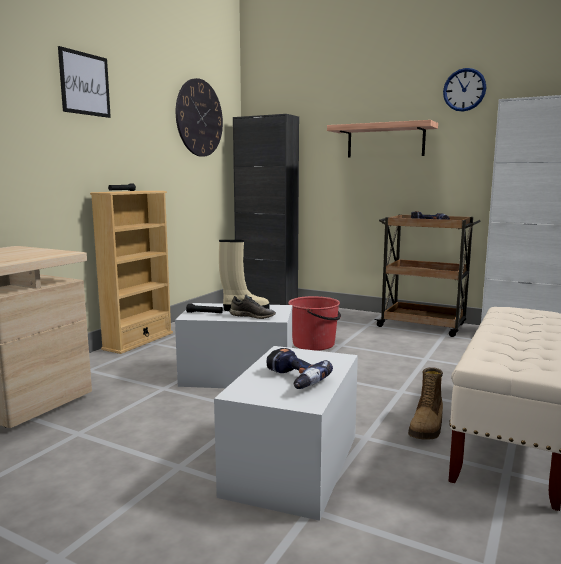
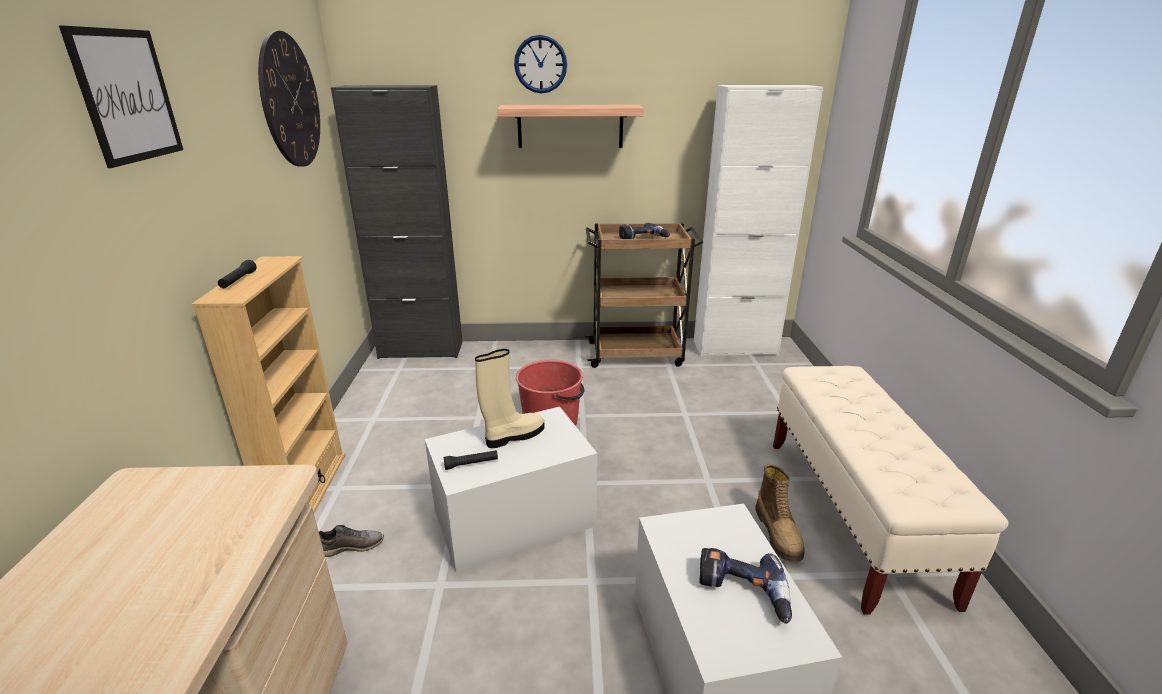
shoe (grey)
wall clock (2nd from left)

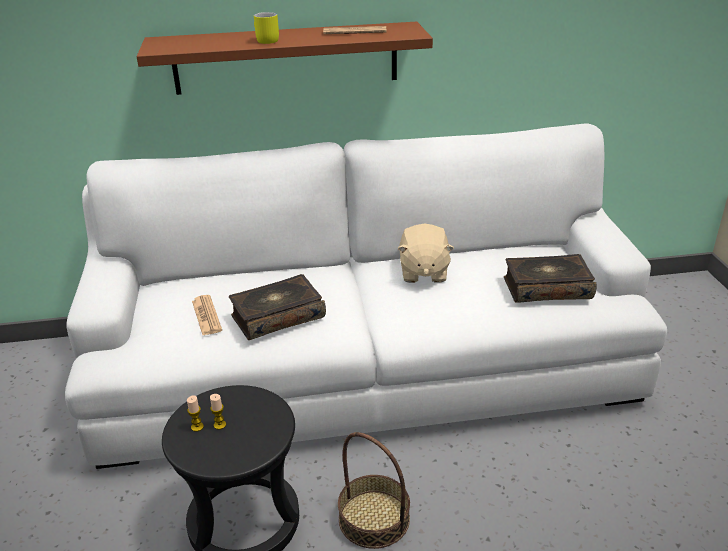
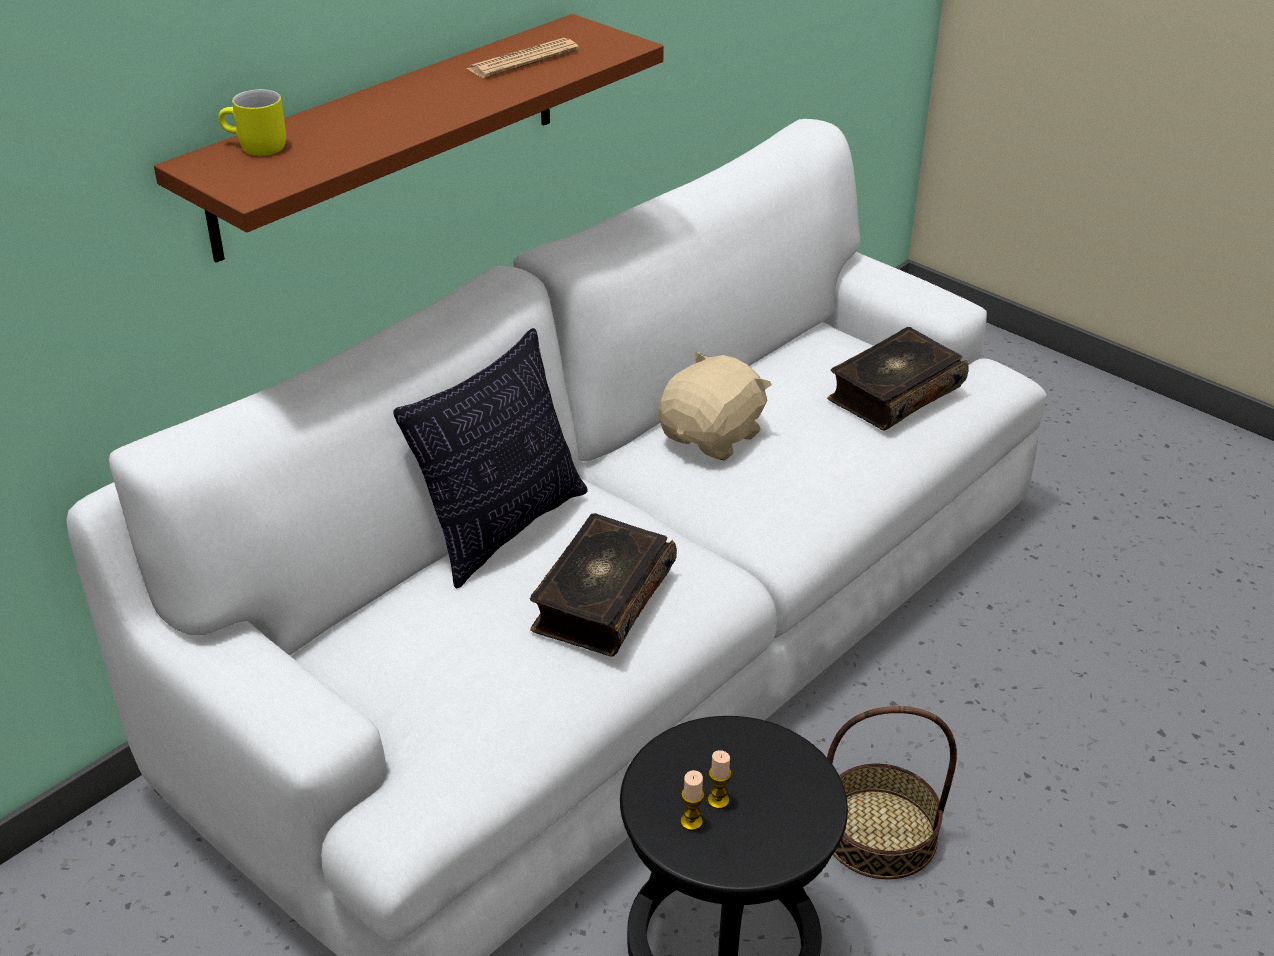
mug (yellow)
pillow
plush toy (beige)
newspaper (1st from left in the first image)

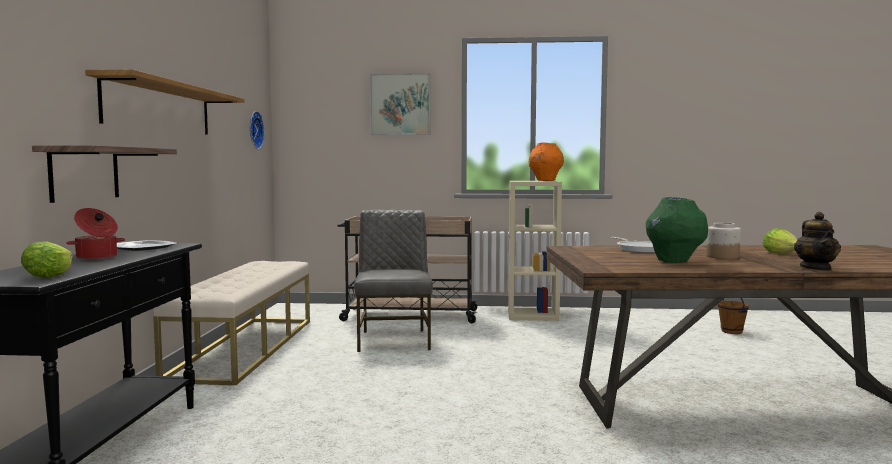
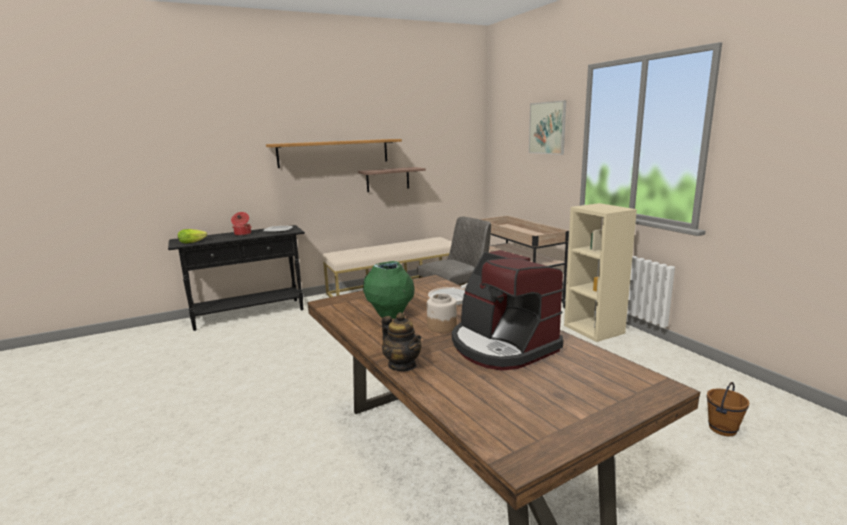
shelf (2nd from left)
teapot
coffee machine
wall clock
vase (orange)

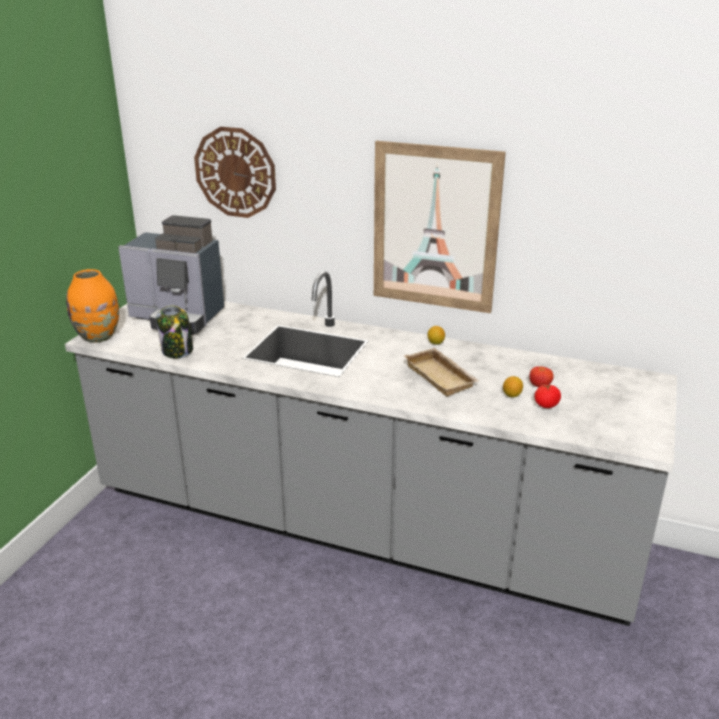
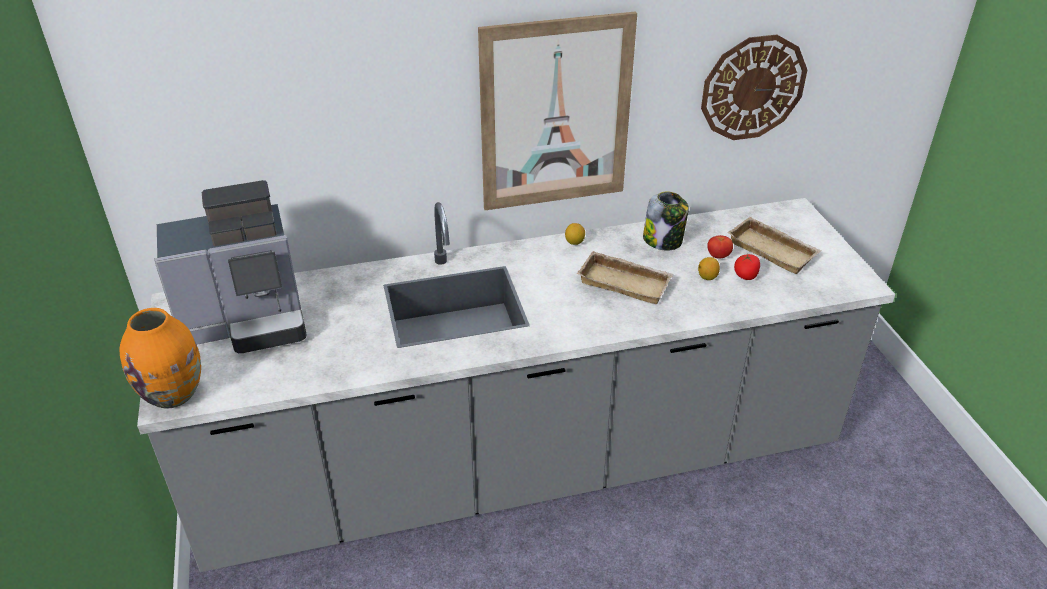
jar
wall clock
tray (beige) (2nd from left)

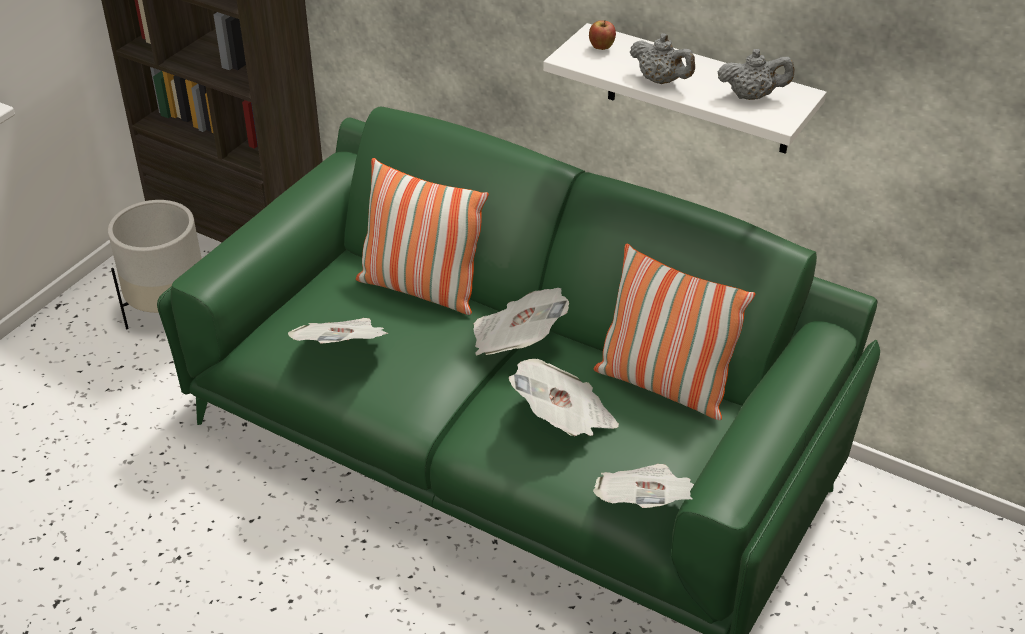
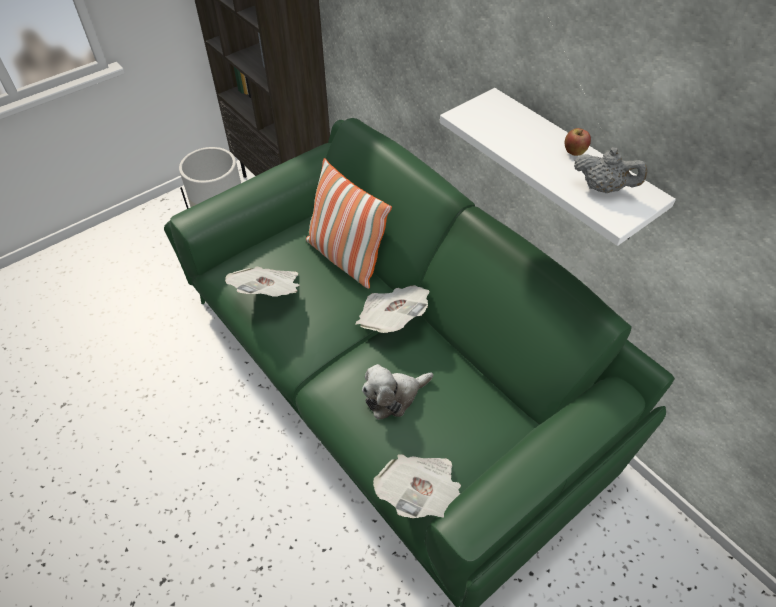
plush toy
apple
pillow (2nd from left in the first image)
teapot (grey) (1st from left in the first image)

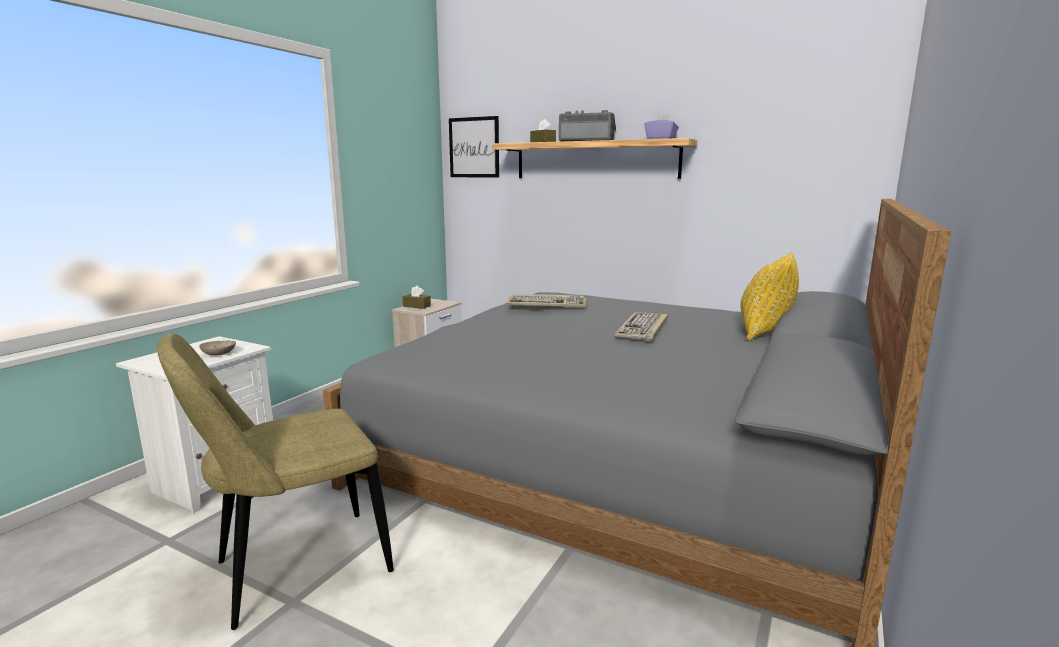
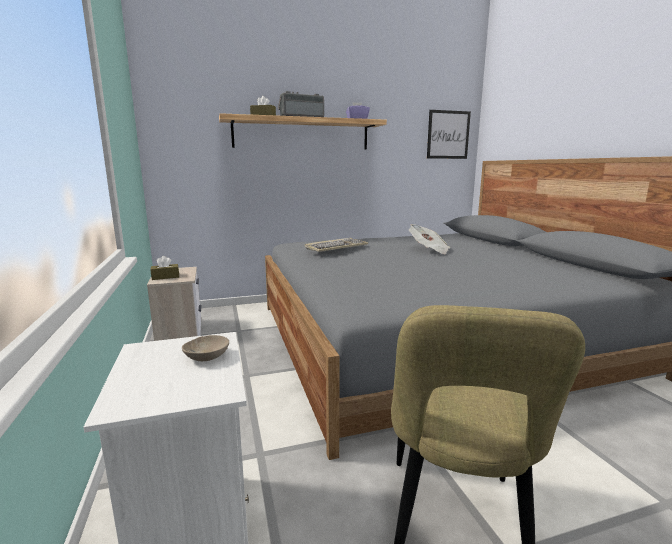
newspaper
picture
pillow (yellow)

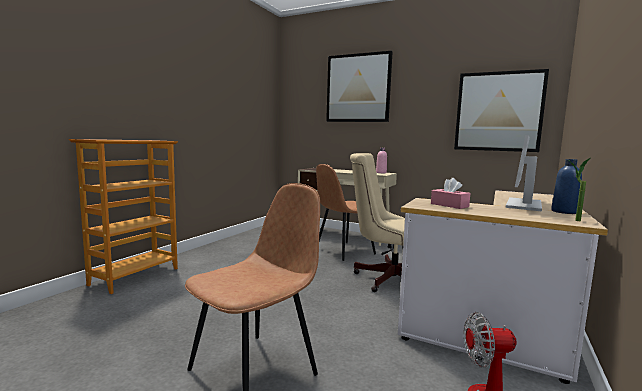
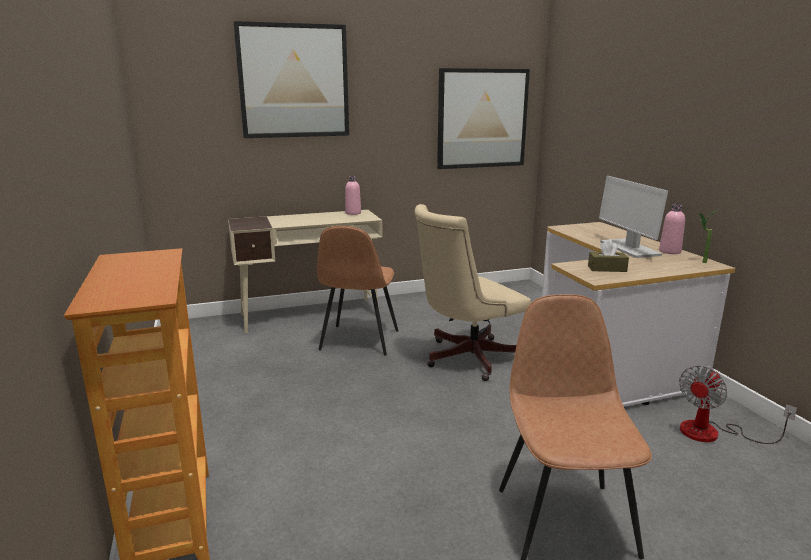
tissue box (brown)
bottle (pink) (2nd from left)

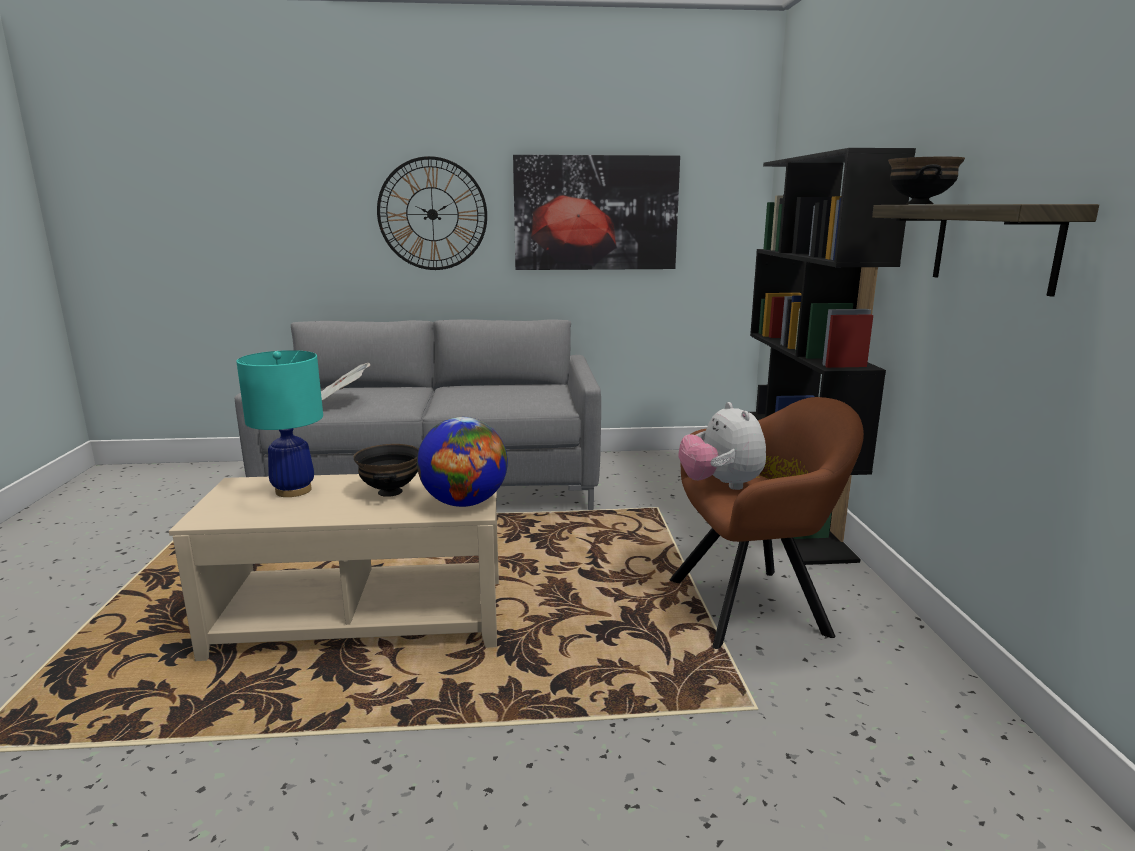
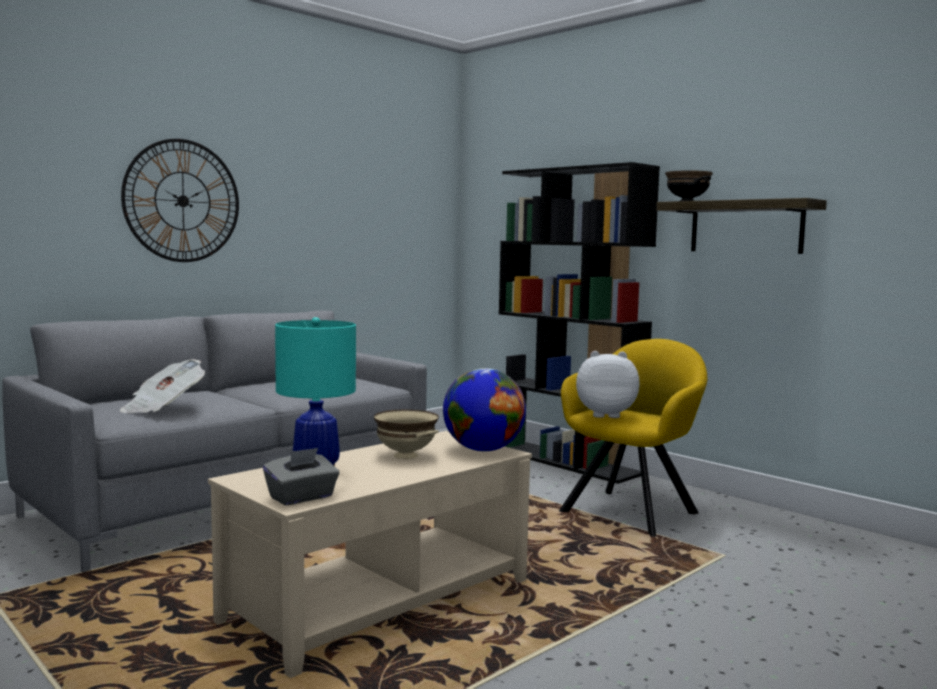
tissue box (grey)
bowl (beige)
armchair (yellow)
plush toy
picture

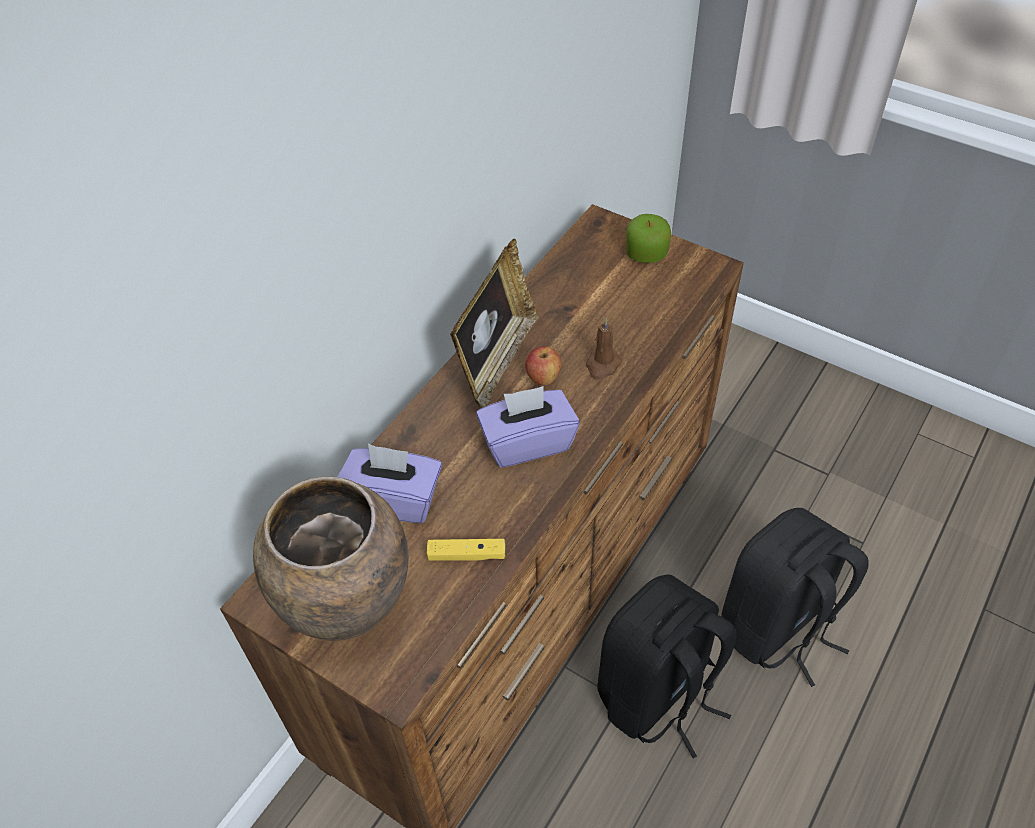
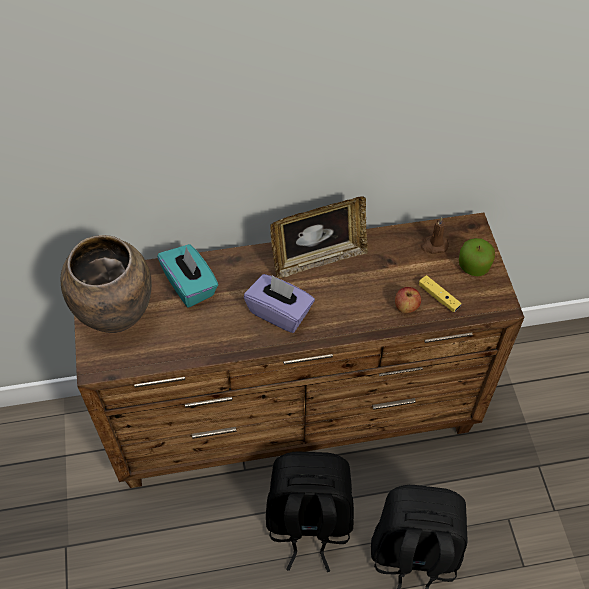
tissue box (turquoise)
apple (1st from left)
game controller (yellow)
candle (brown)

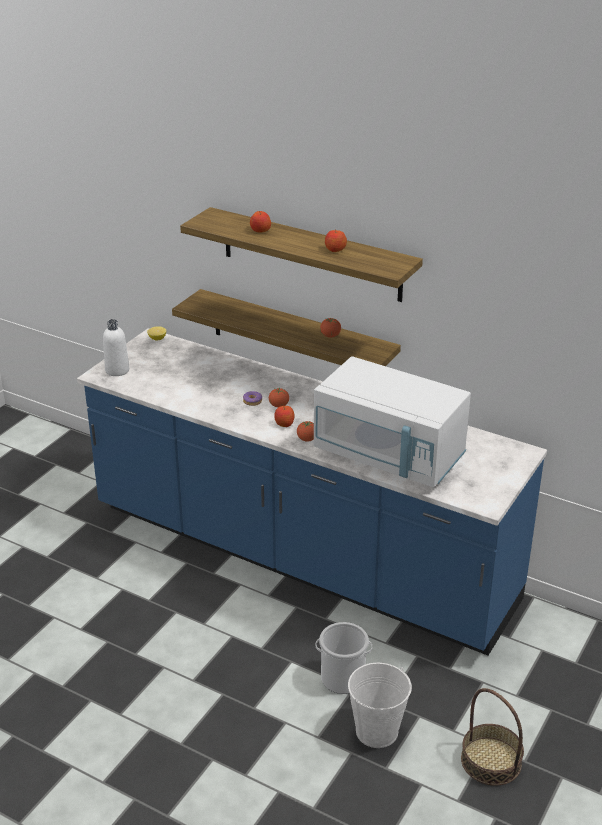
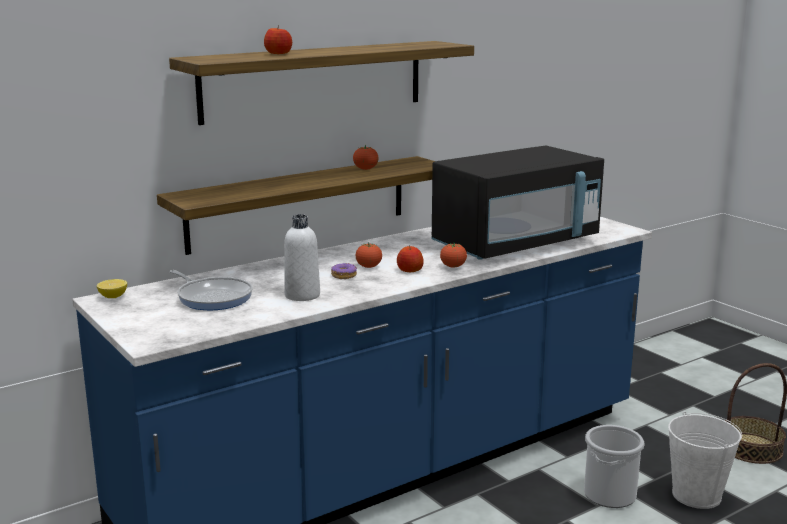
frying pan
bottle (white)
microwave (black)
apple (3rd from left in the first image)

